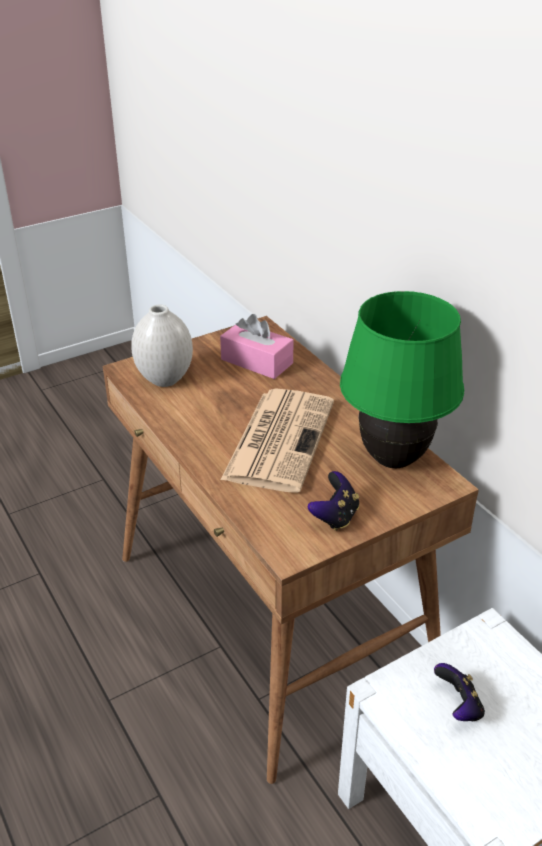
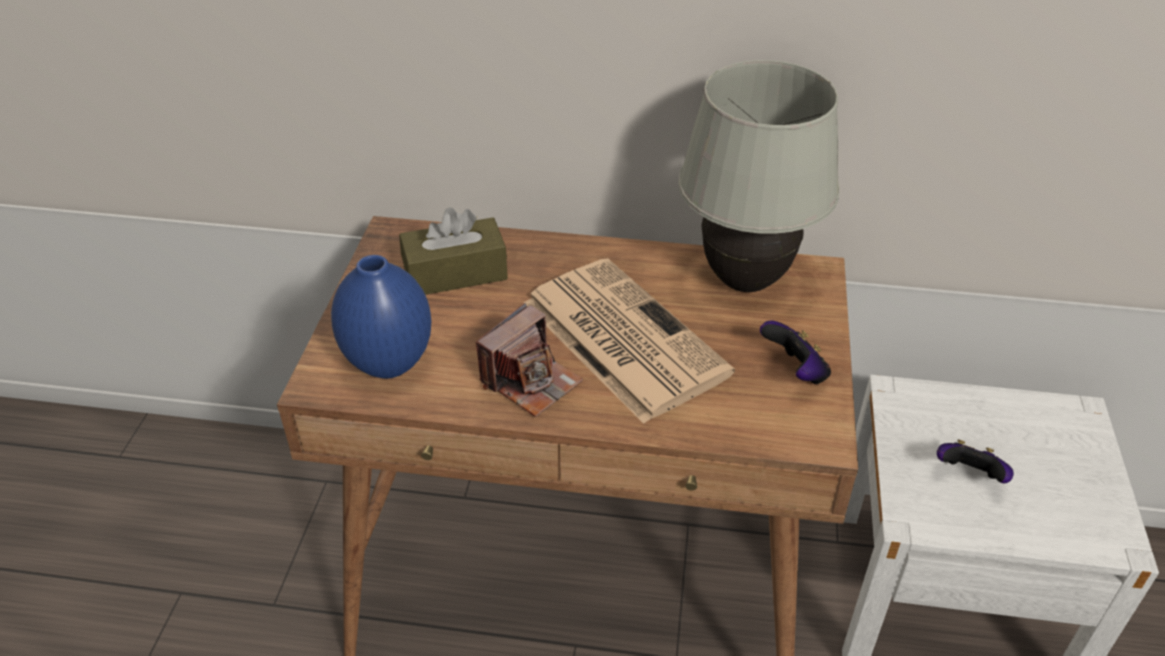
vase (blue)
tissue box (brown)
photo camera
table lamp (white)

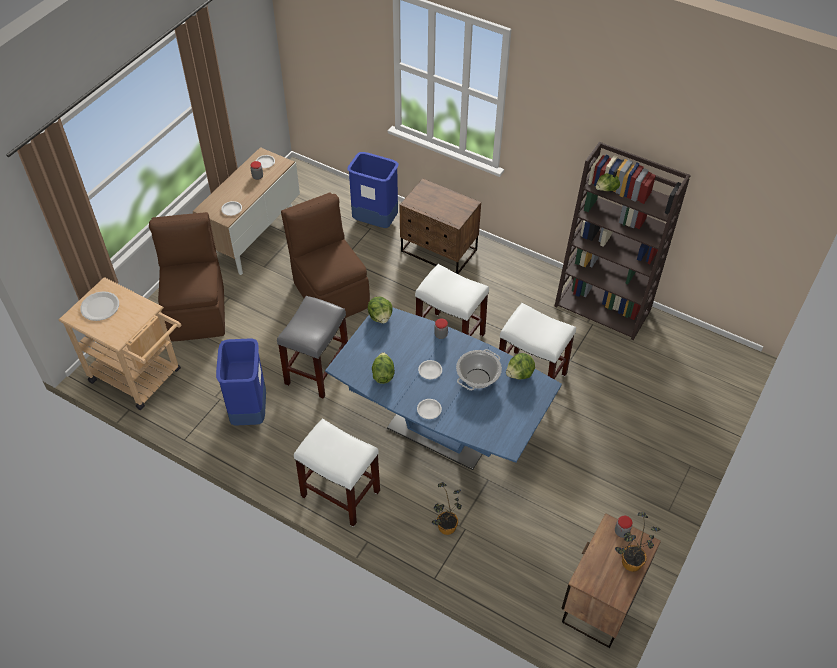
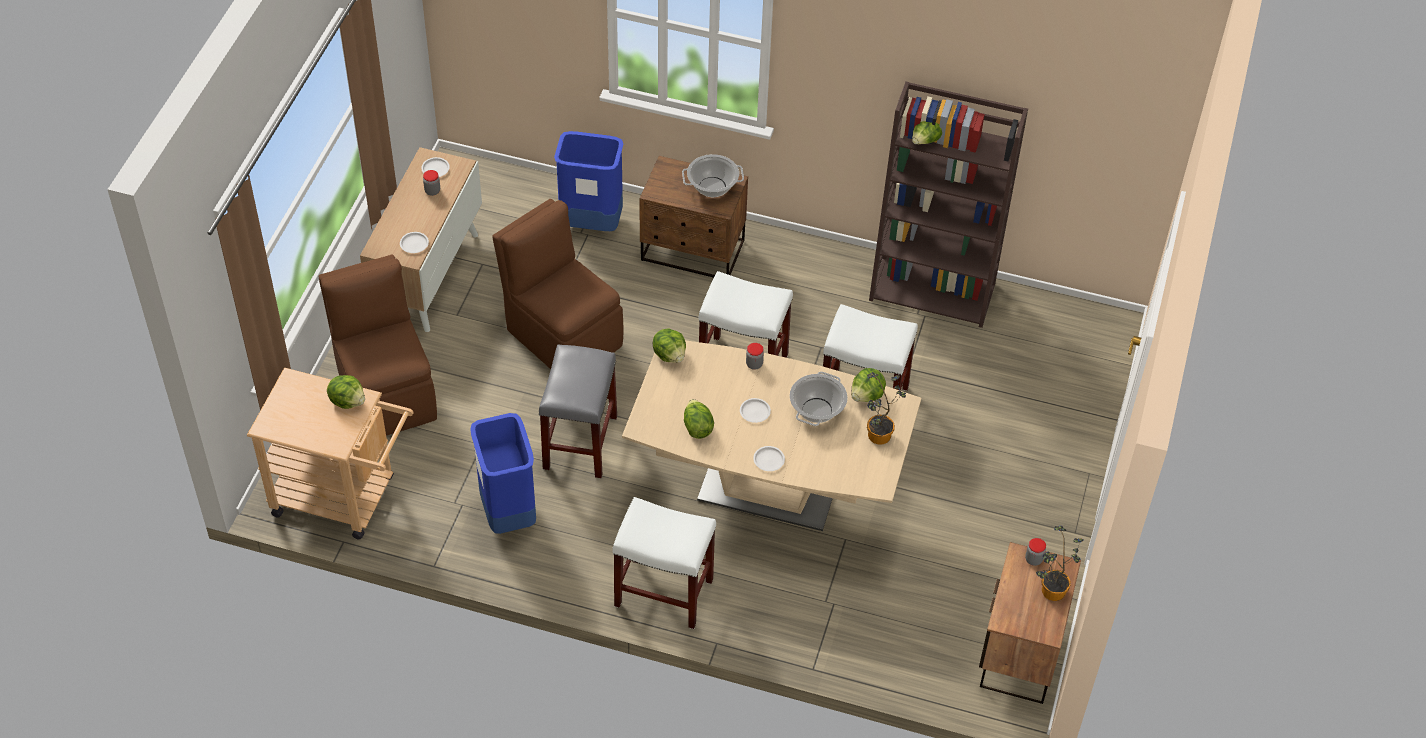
lettuce (1st from left)
dining table (beige)
cooking pot (1st from left)
potted plant (1st from left)
plate (white) (1st from left in the first image)

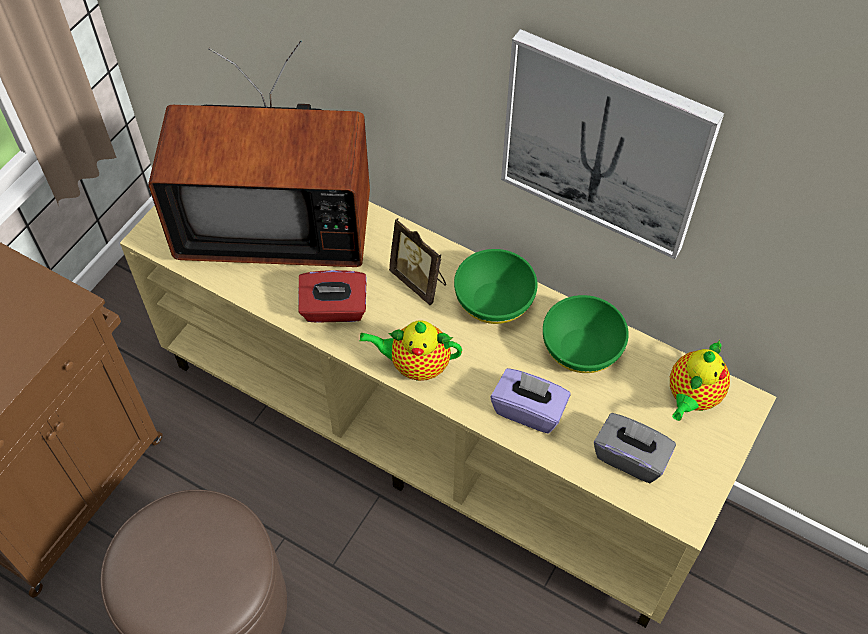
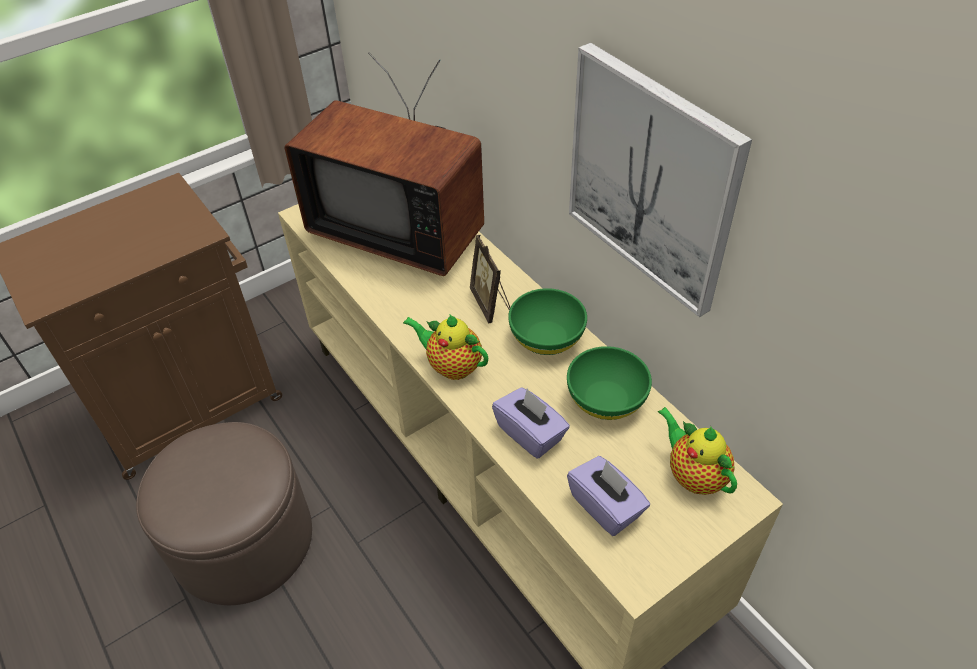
tissue box (purple) (2nd from left)
teapot (2nd from left)
tissue box (red)

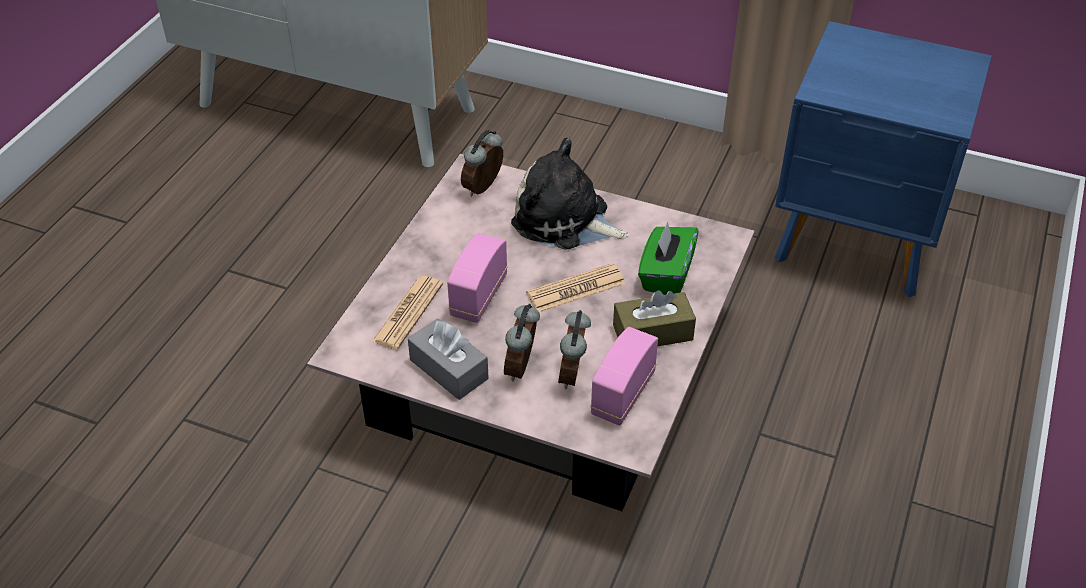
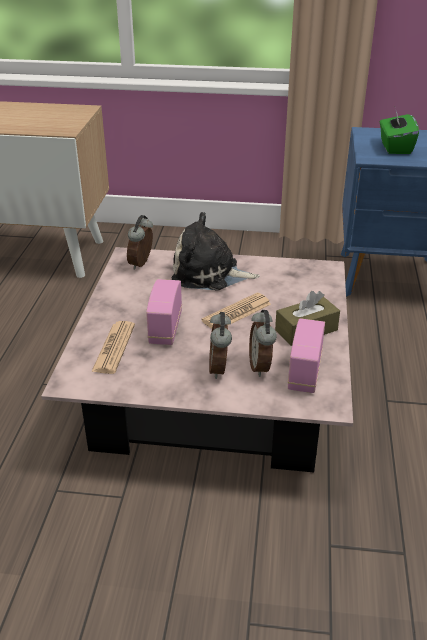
tissue box (green)
tissue box (grey)

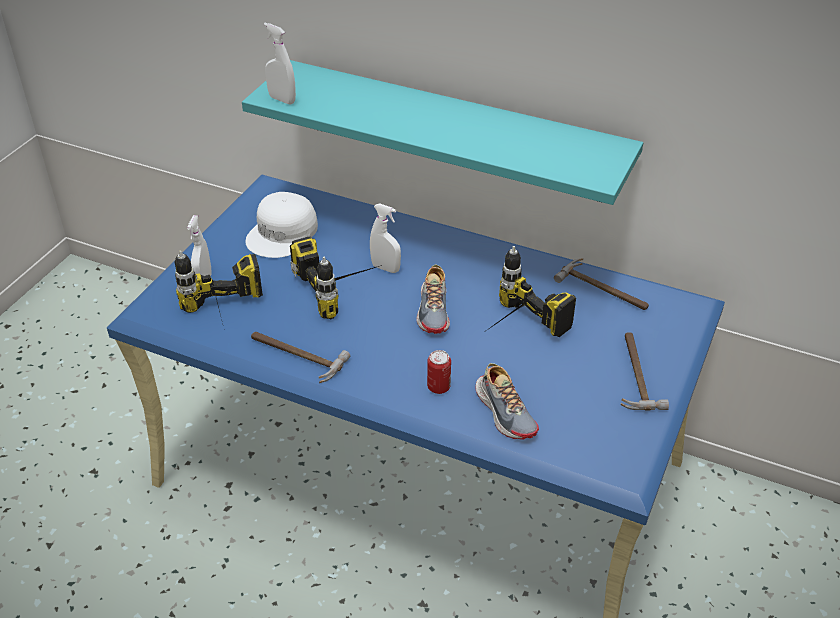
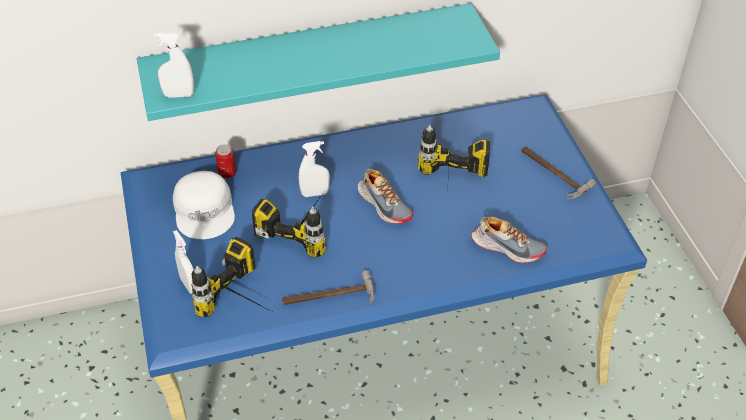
can
hammer (2nd from left in the first image)

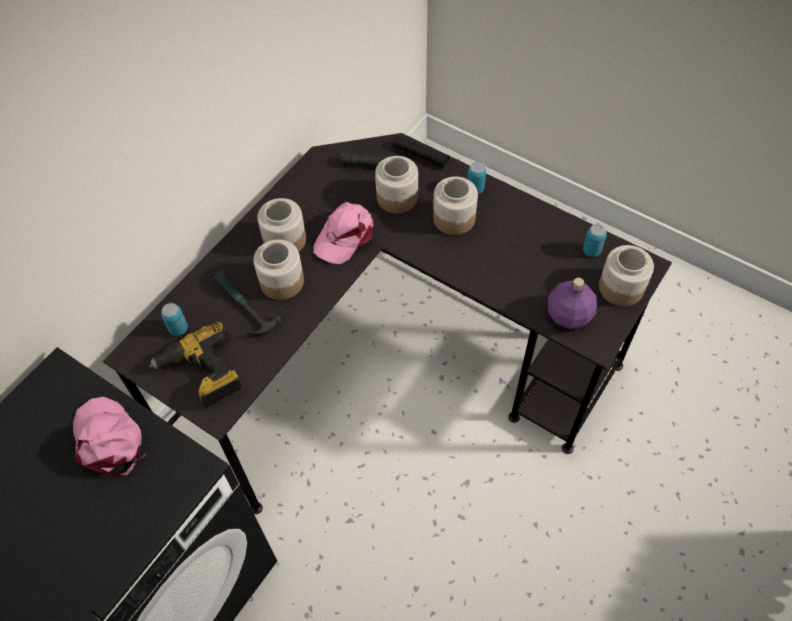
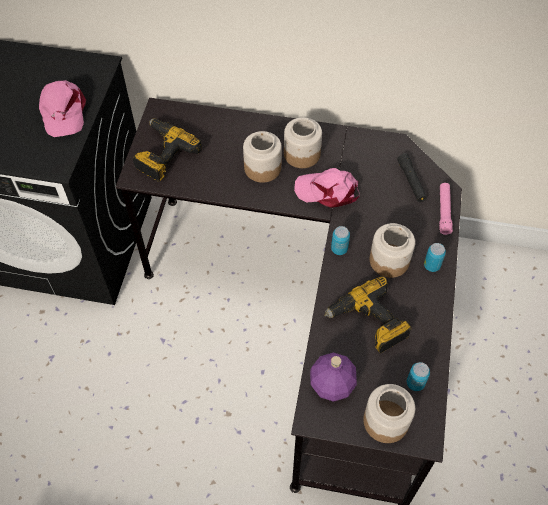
cap (pink) (1st from left)
power drill (2nd from left)
can (1st from left)
flashlight (pink)
hammer
jar (3rd from left in the first image)

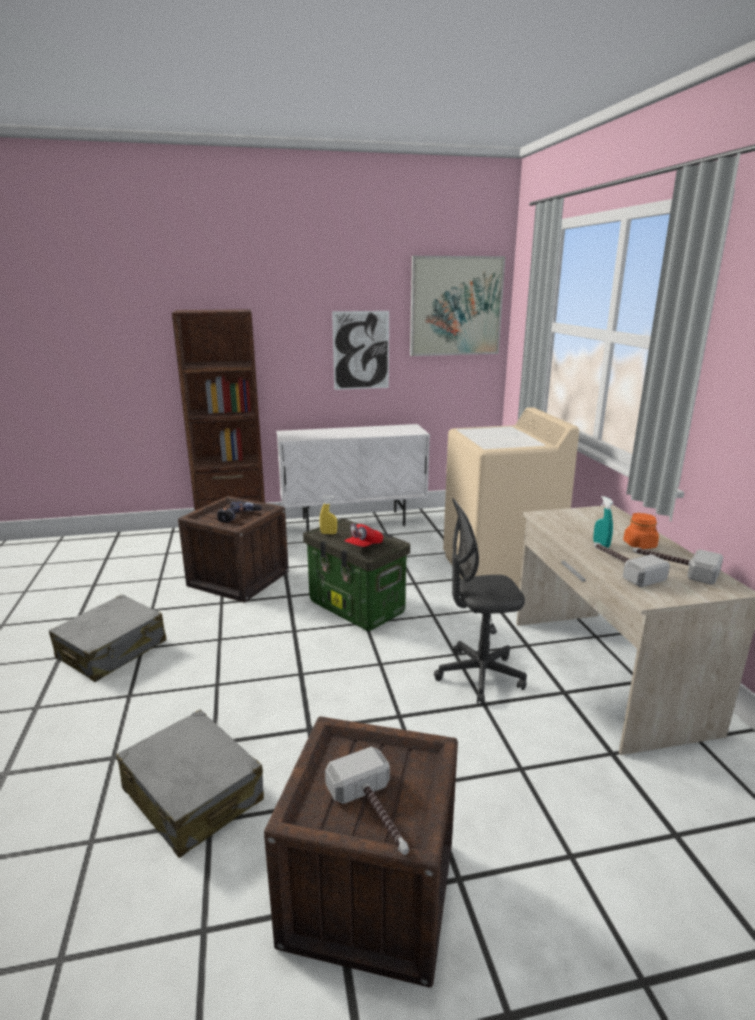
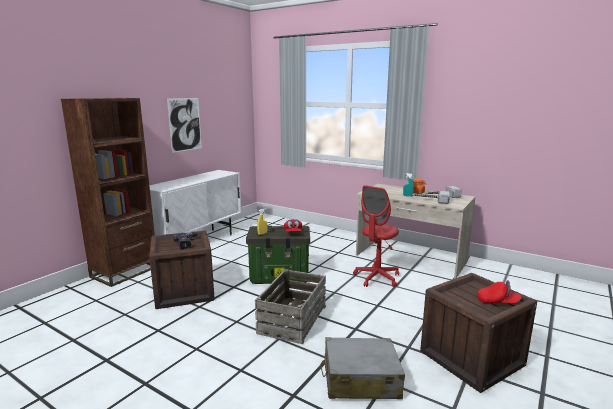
crate (2nd from left)
office chair (red)
cap (red) (2nd from left)
suitcase (grey) (1st from left in the first image)
picture (2nd from left in the first image)
washing machine (beige)

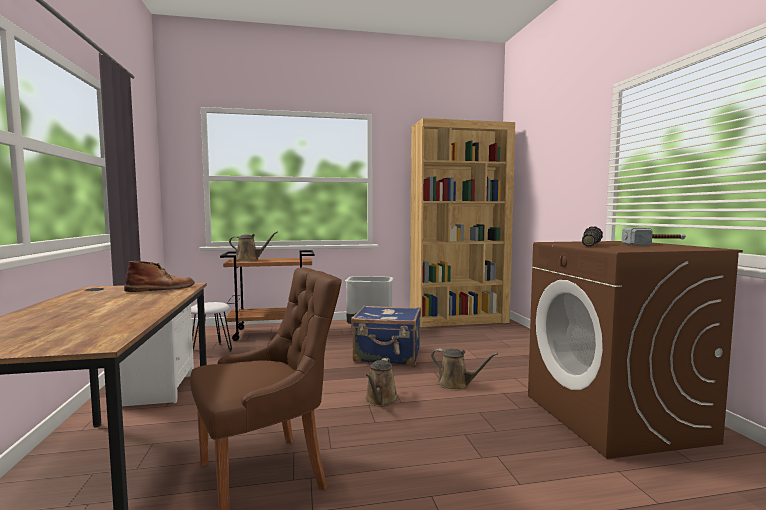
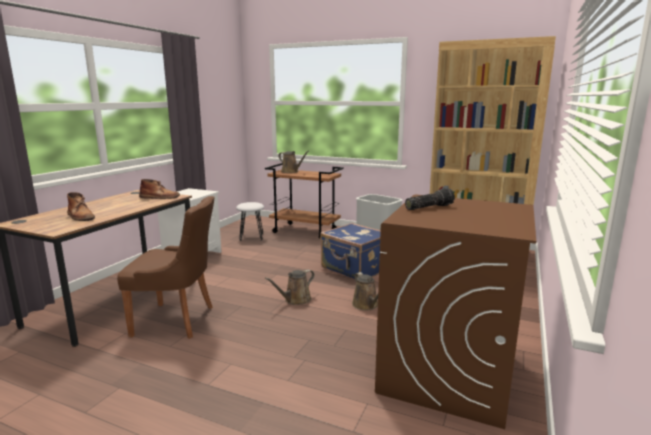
boot (brown) (1st from left)
hammer

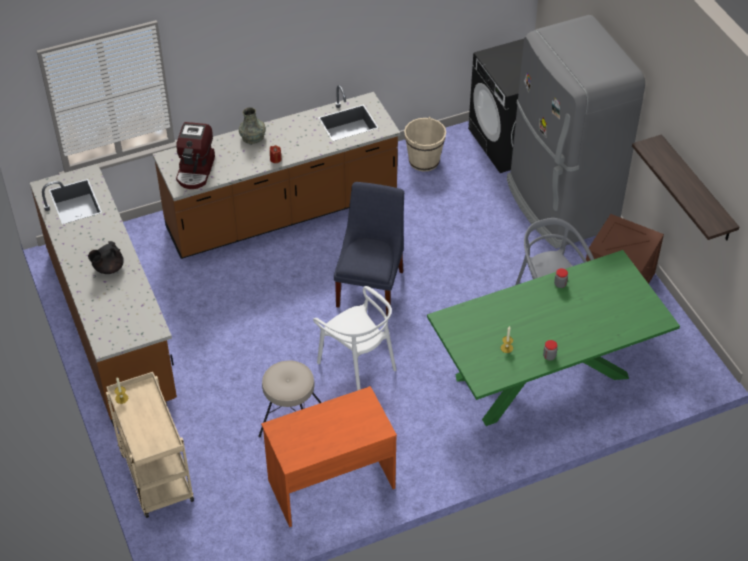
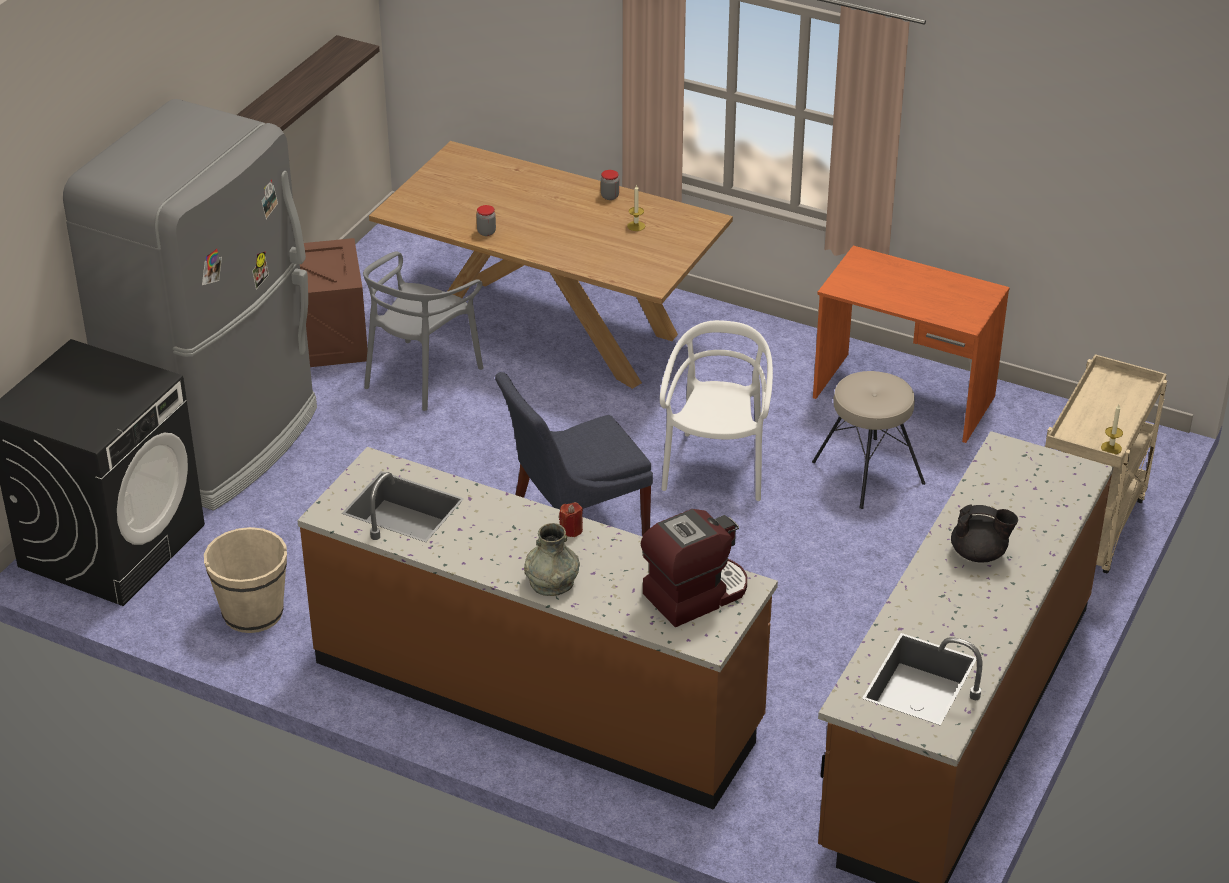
dining table (brown)

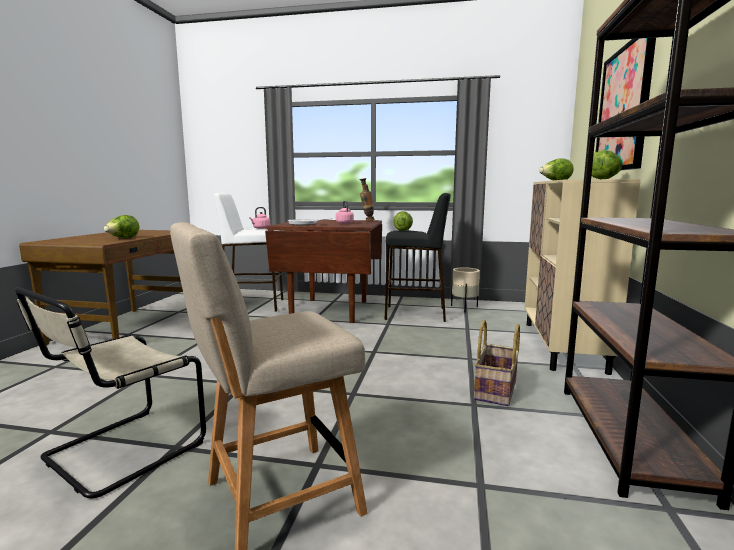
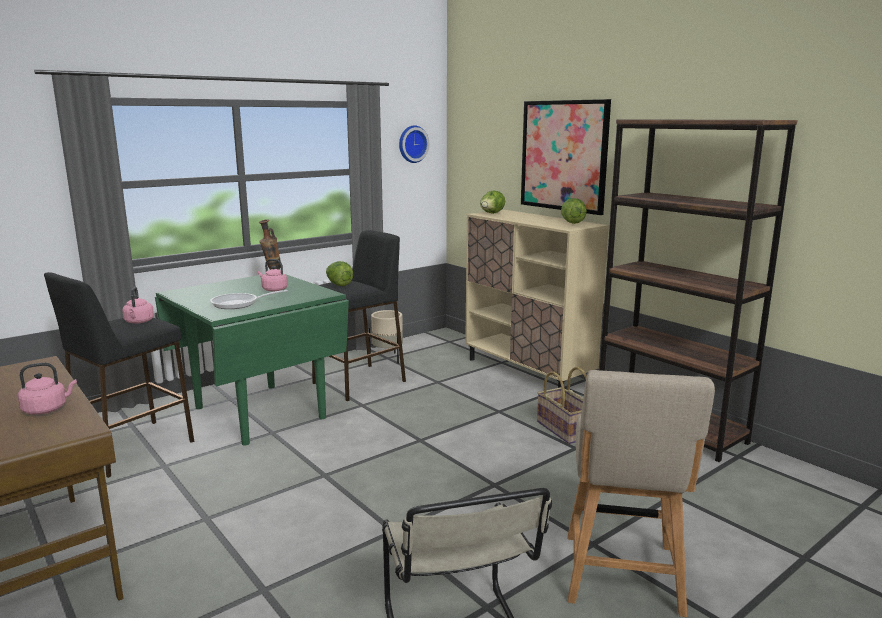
kettle (pink) (1st from left)
stool (black) (1st from left)
dining table (green)
wall clock

